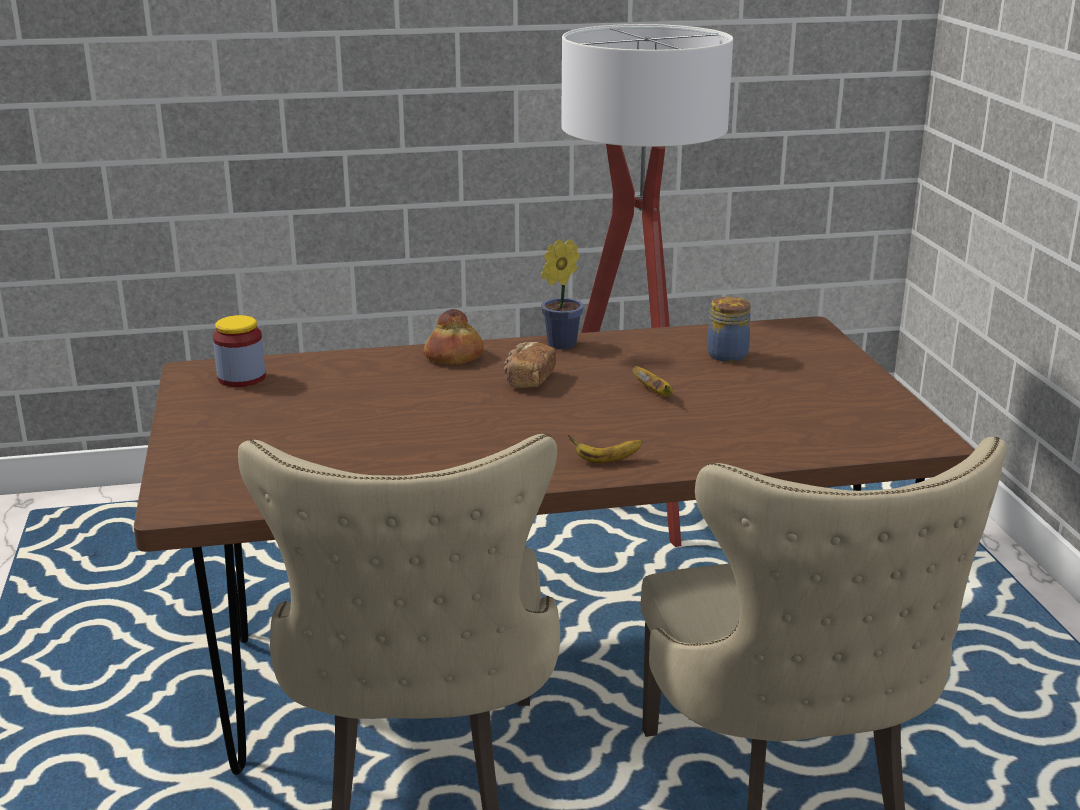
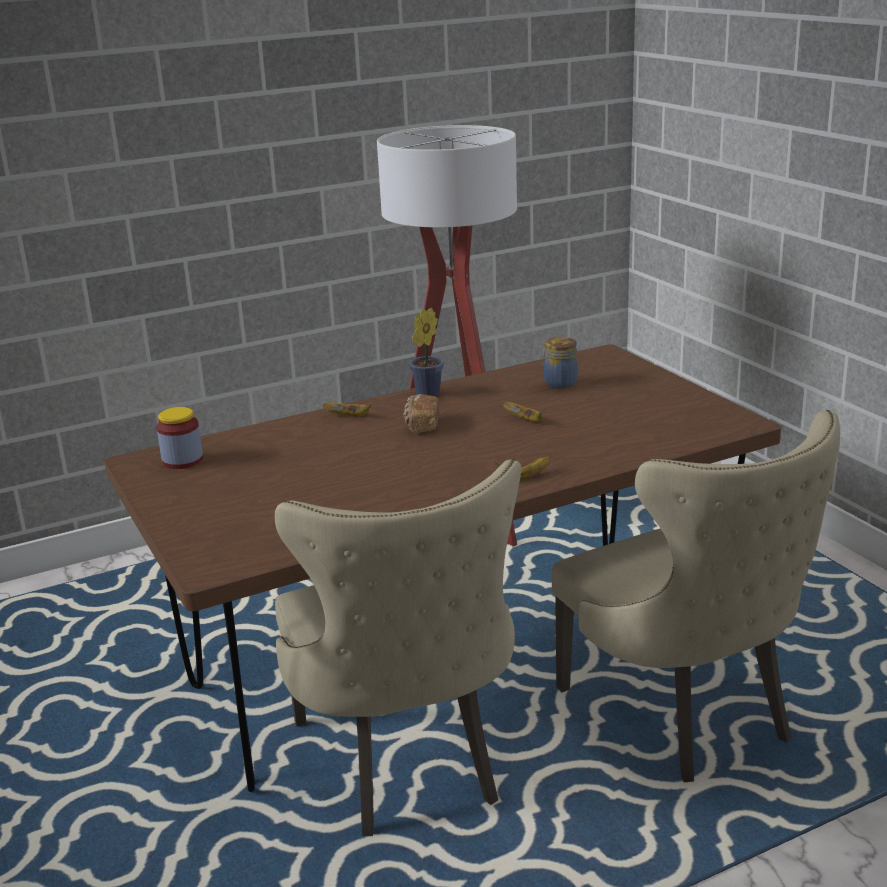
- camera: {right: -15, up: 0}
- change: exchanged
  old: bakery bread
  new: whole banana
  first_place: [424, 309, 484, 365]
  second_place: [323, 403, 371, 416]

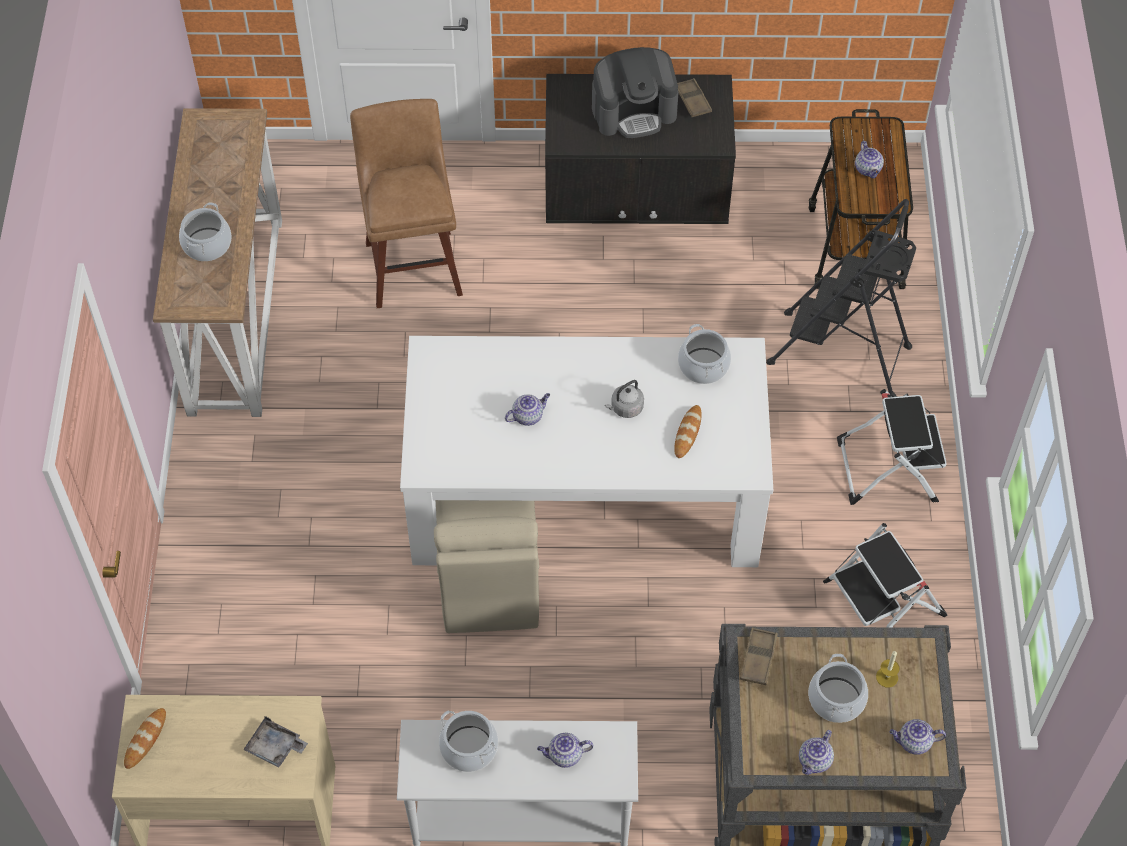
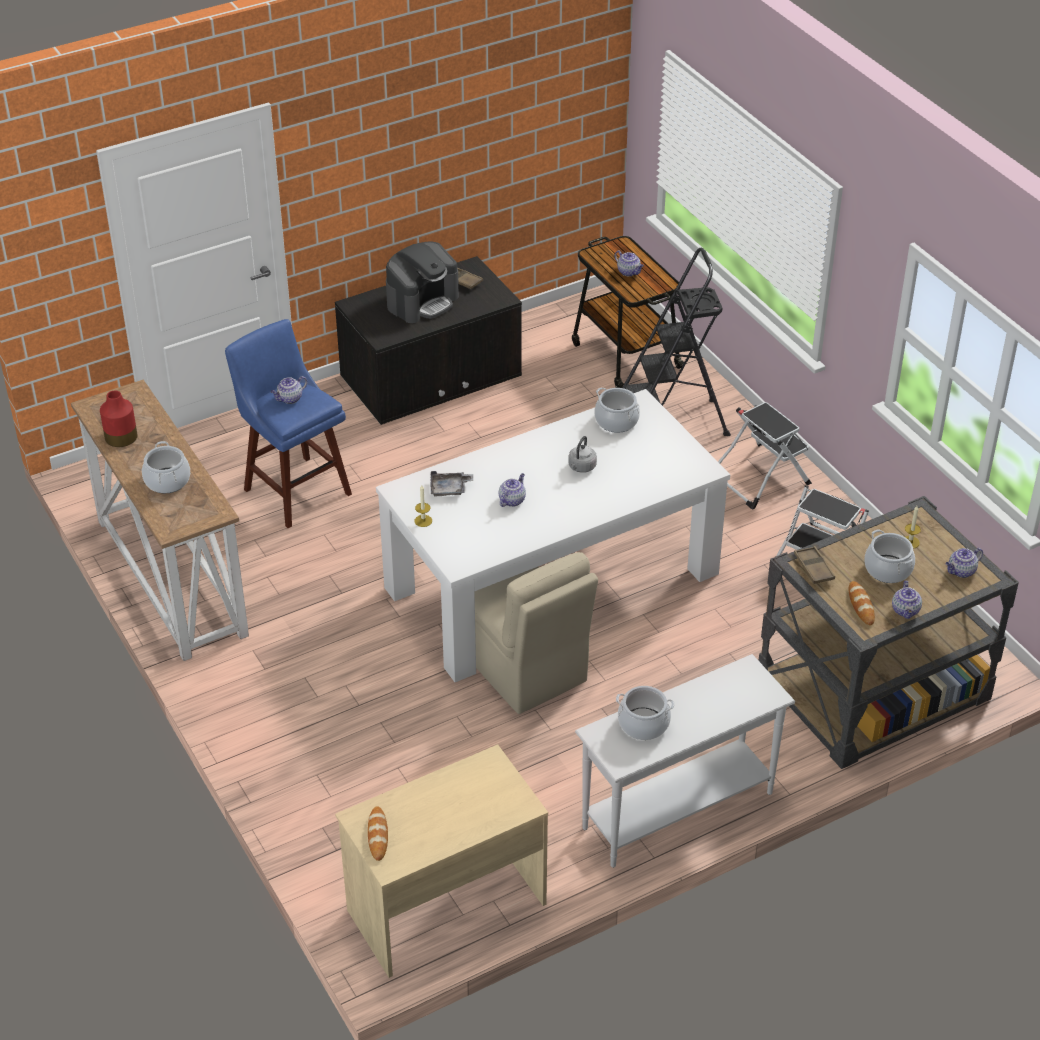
- camera: {right: -30, up: -15}
- change: appeared
  new: flower vase/red-coloured
  second_place: [100, 391, 138, 447]
- change: colour
  old: stool seat/brown
  new: stool seat/bluish
  first_place: [350, 99, 463, 308]
  second_place: [225, 319, 352, 528]
- change: relocated
  old: pot for tea
  first_place: [537, 733, 593, 768]
  second_place: [270, 376, 307, 404]
- change: appeared
  new: wax candle
  second_place: [414, 485, 432, 527]
- change: relocated
  old: carrying tray/gray
  first_place: [243, 716, 308, 768]
  second_place: [431, 471, 473, 496]
- change: relocated
  old: bakery bread
  first_place: [674, 405, 702, 458]
  second_place: [849, 581, 875, 625]

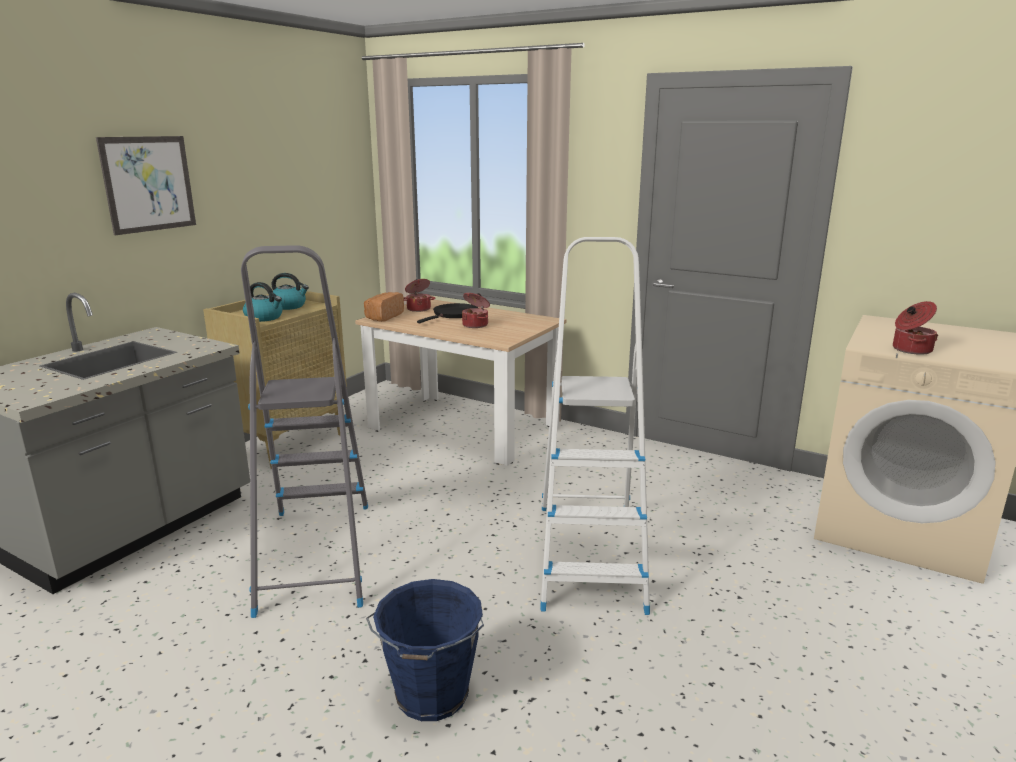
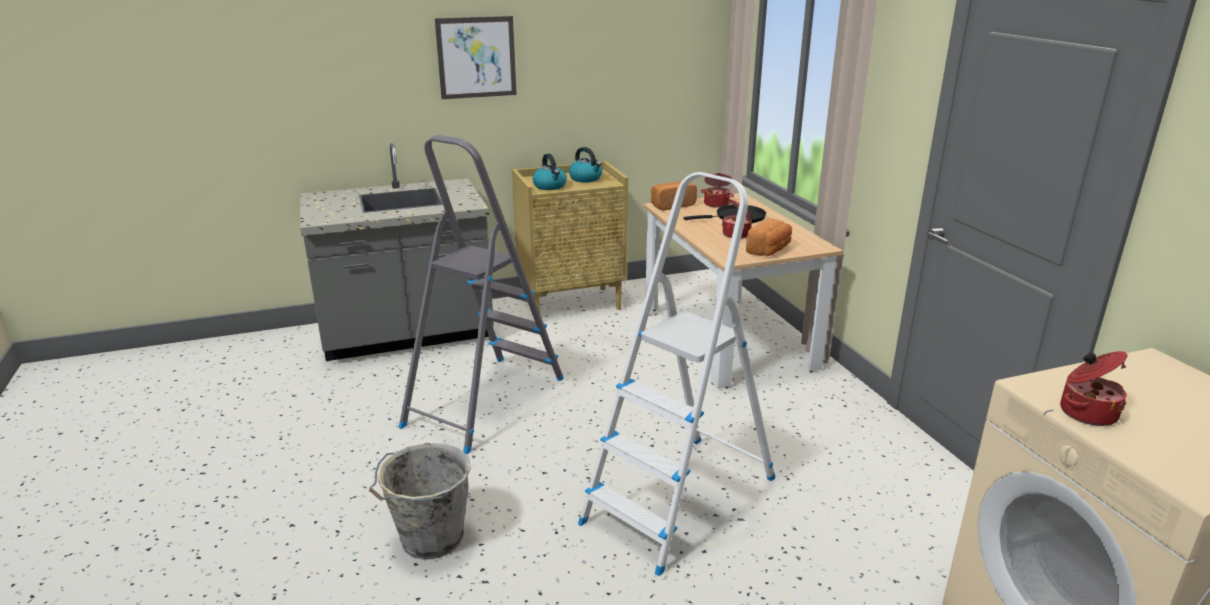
- camera: {right: 40, up: 5}
- change: colour
  old: pail/bluish
  new: pail/gray
  first_place: [366, 579, 484, 721]
  second_place: [369, 443, 471, 560]
- change: appeared
  new: bakery bread
  second_place: [746, 218, 792, 256]

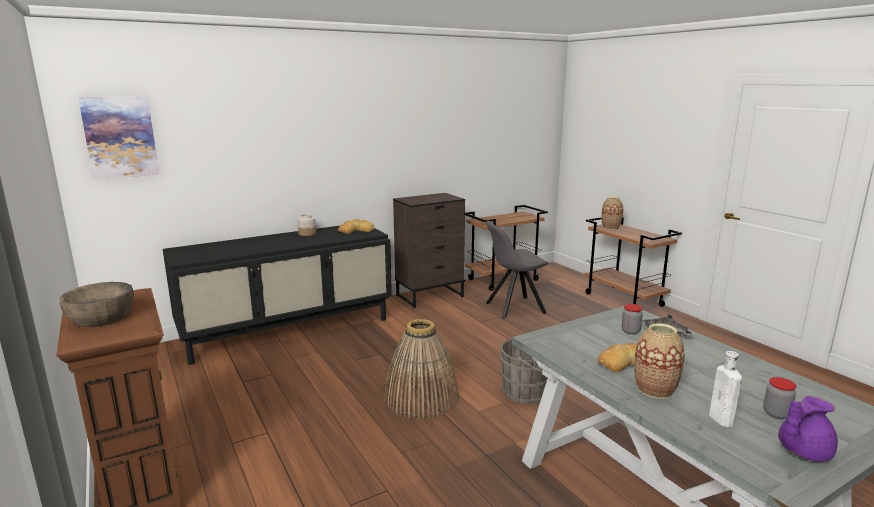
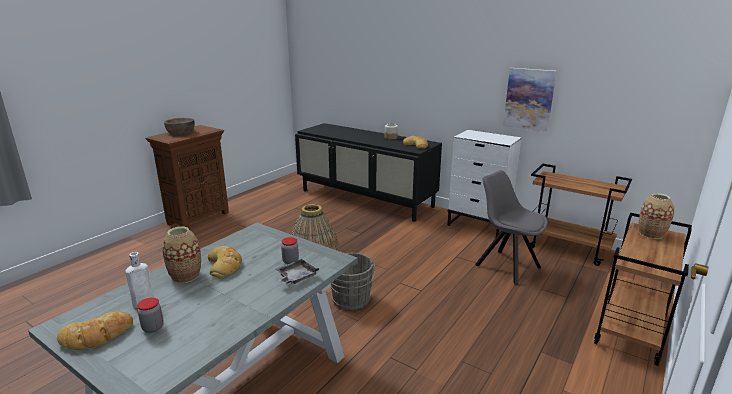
- camera: {right: 65, up: 5}
- change: exchanged
  old: pot for tea/purplish
  new: bakery bread
  first_place: [778, 396, 838, 461]
  second_place: [57, 311, 133, 350]
- change: colour
  old: chest of drawers/brown
  new: chest of drawers/white-coloured
  first_place: [393, 193, 465, 308]
  second_place: [447, 130, 522, 237]
- change: relocated
  old: wall picture
  first_place: [78, 96, 159, 180]
  second_place: [503, 68, 557, 132]

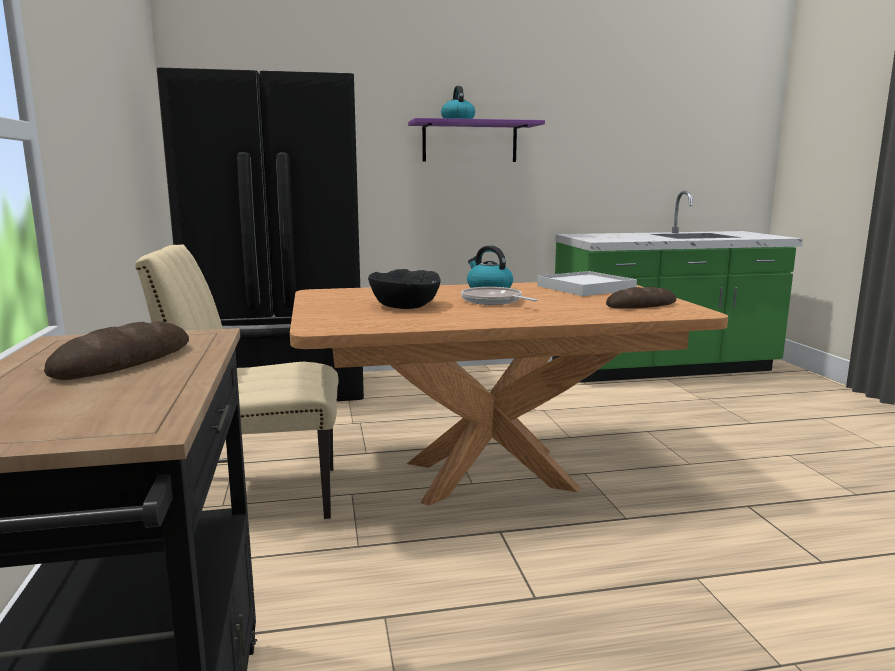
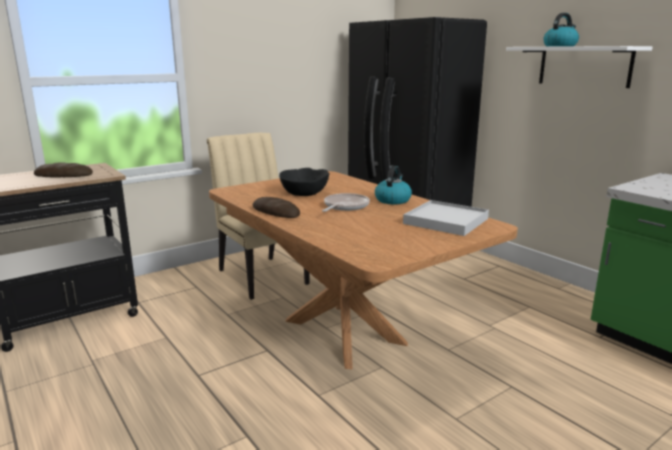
- camera: {right: 65, up: 5}
- change: relocated
  old: bakery bread
  first_place: [606, 287, 676, 309]
  second_place: [253, 197, 300, 218]
- change: colour
  old: bracket shelf/purplish
  new: bracket shelf/white-coloured
  first_place: [408, 118, 545, 162]
  second_place: [506, 46, 652, 88]

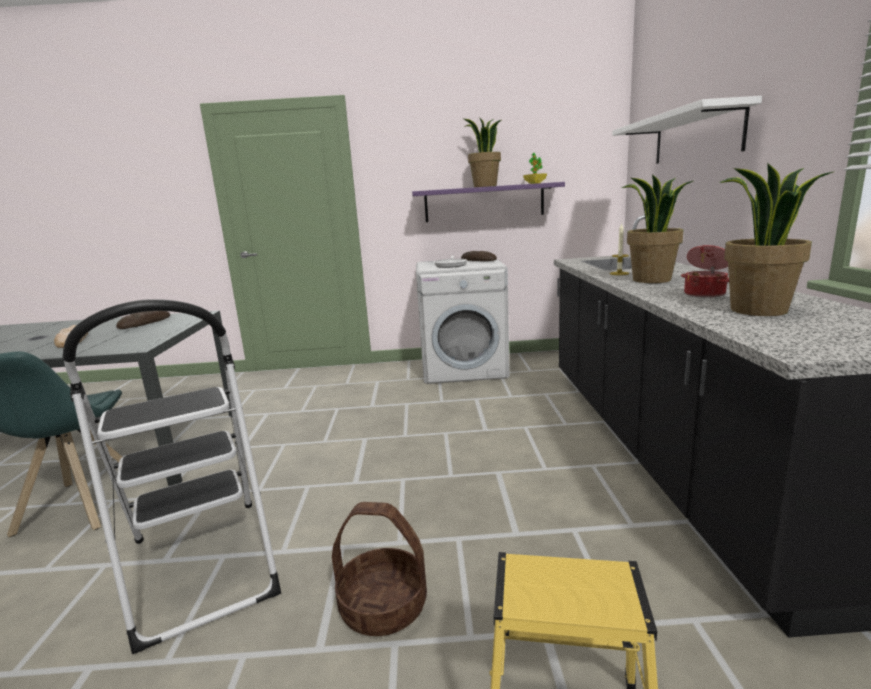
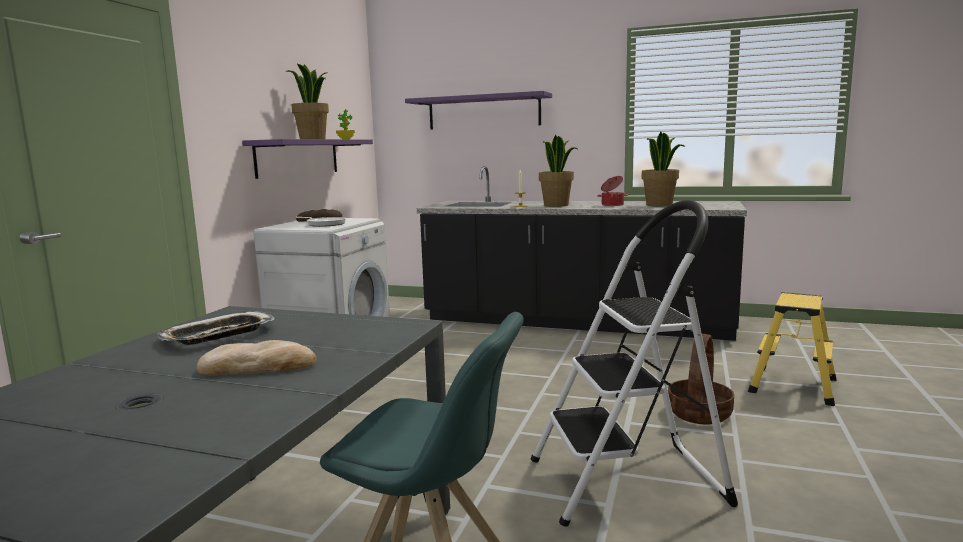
- camera: {right: -70, up: -5}
- change: exchanged
  old: bakery bread
  new: carrying tray
  first_place: [116, 311, 170, 329]
  second_place: [157, 311, 275, 345]
- change: colour
  old: bracket shelf/white-coloured
  new: bracket shelf/purplish
  first_place: [612, 96, 762, 164]
  second_place: [405, 91, 552, 130]

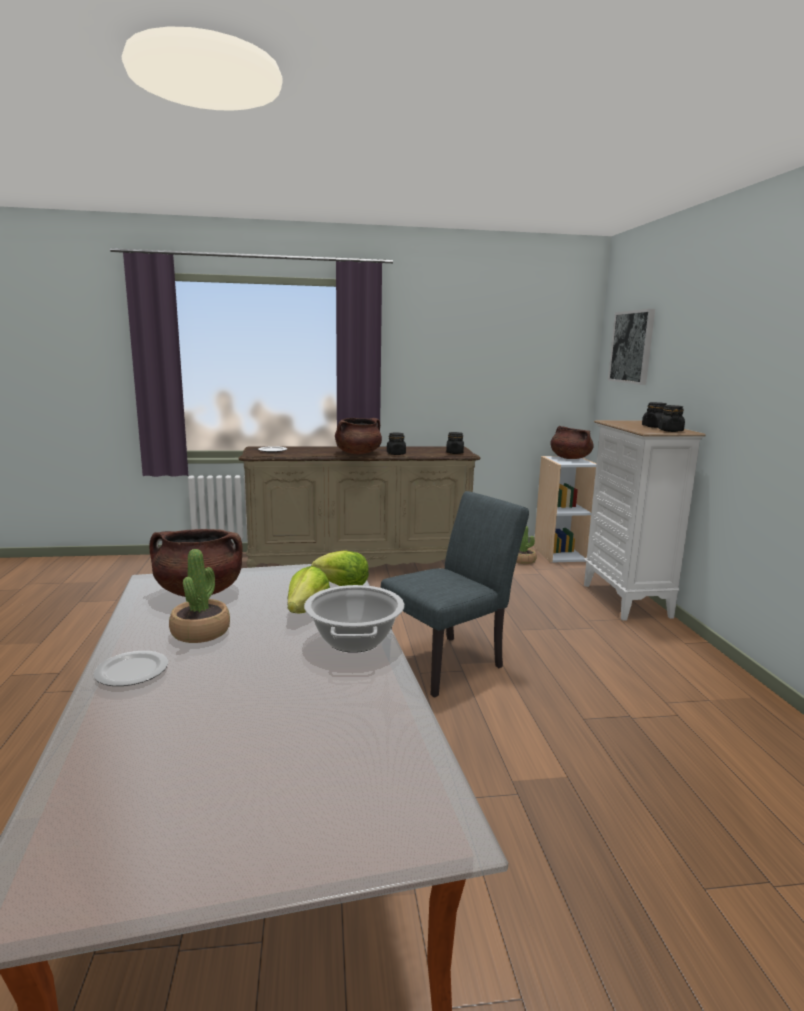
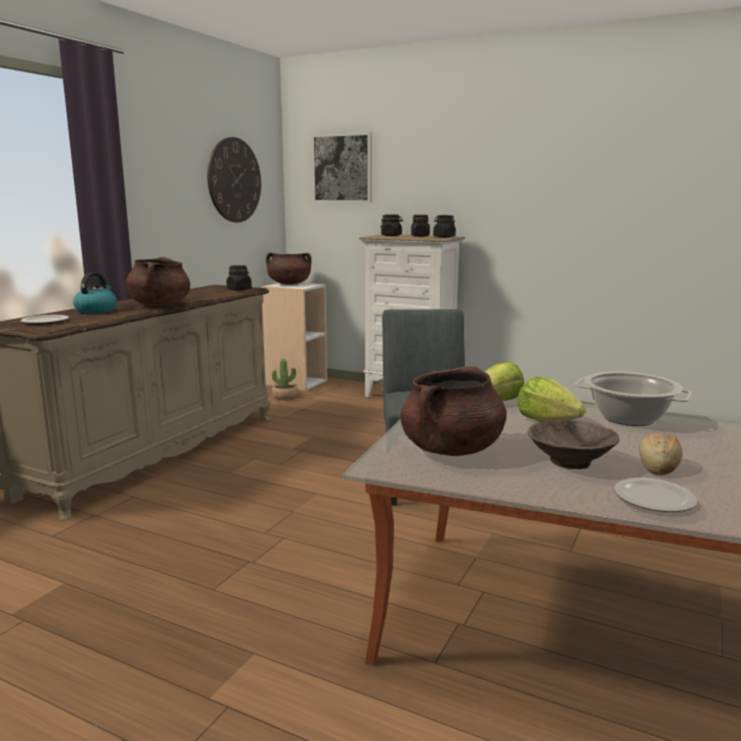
- camera: {right: -55, up: 0}
- change: appeared
  new: kettle
  second_place: [73, 272, 117, 314]
- change: appeared
  new: wall clock
  second_place: [207, 137, 261, 223]
- change: relocated
  old: jar/blackish
  first_place: [387, 433, 406, 455]
  second_place: [381, 215, 403, 236]
- change: exchanged
  old: houseplant
  new: bowl/brown
  first_place: [169, 549, 230, 643]
  second_place: [527, 420, 619, 469]
- change: appeared
  new: bakery bread
  second_place: [639, 433, 683, 475]

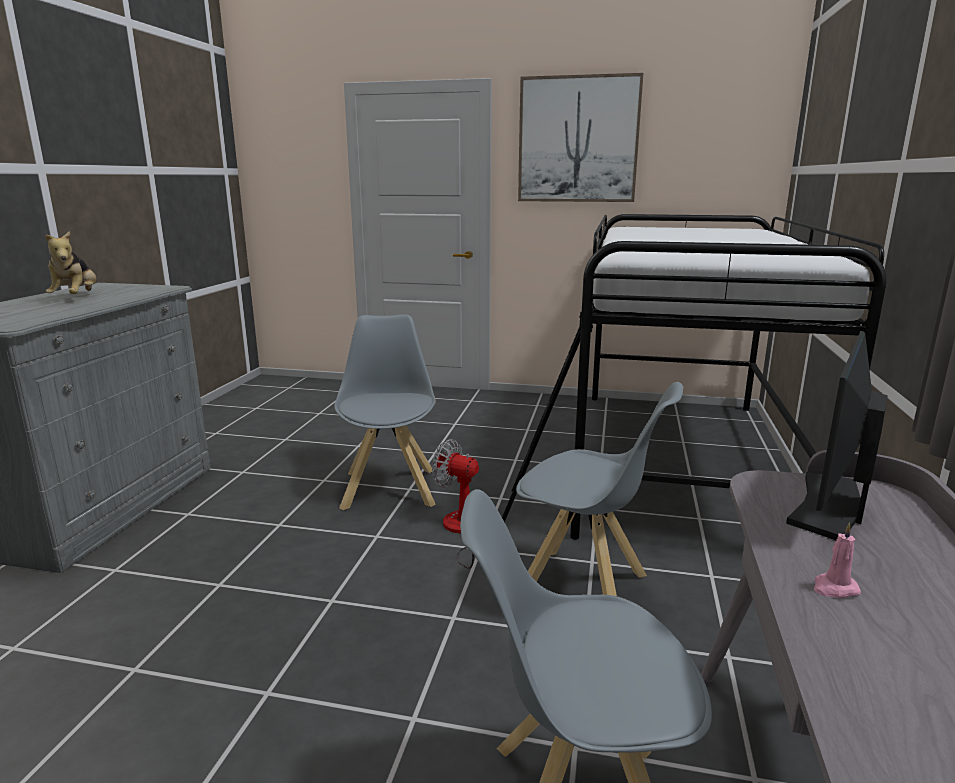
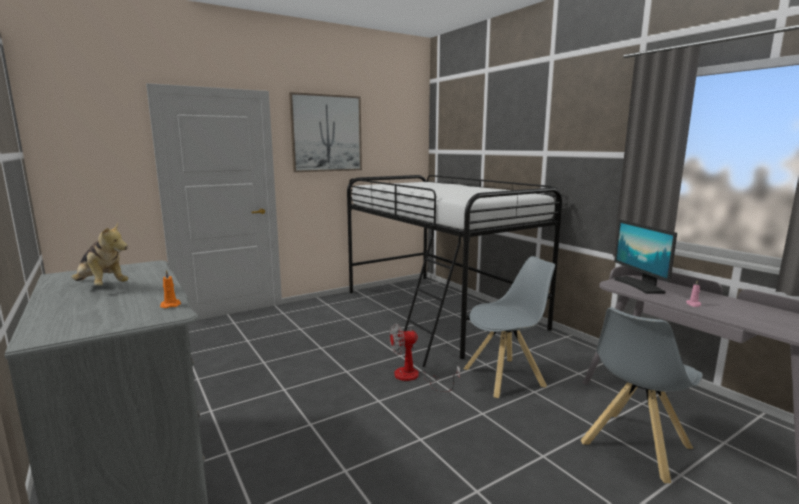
- camera: {right: -45, up: -5}
- change: appeared
  new: wax candle/orangey
  second_place: [160, 270, 181, 308]
- change: missing
  old: chair/gray
  first_place: [334, 314, 436, 510]

